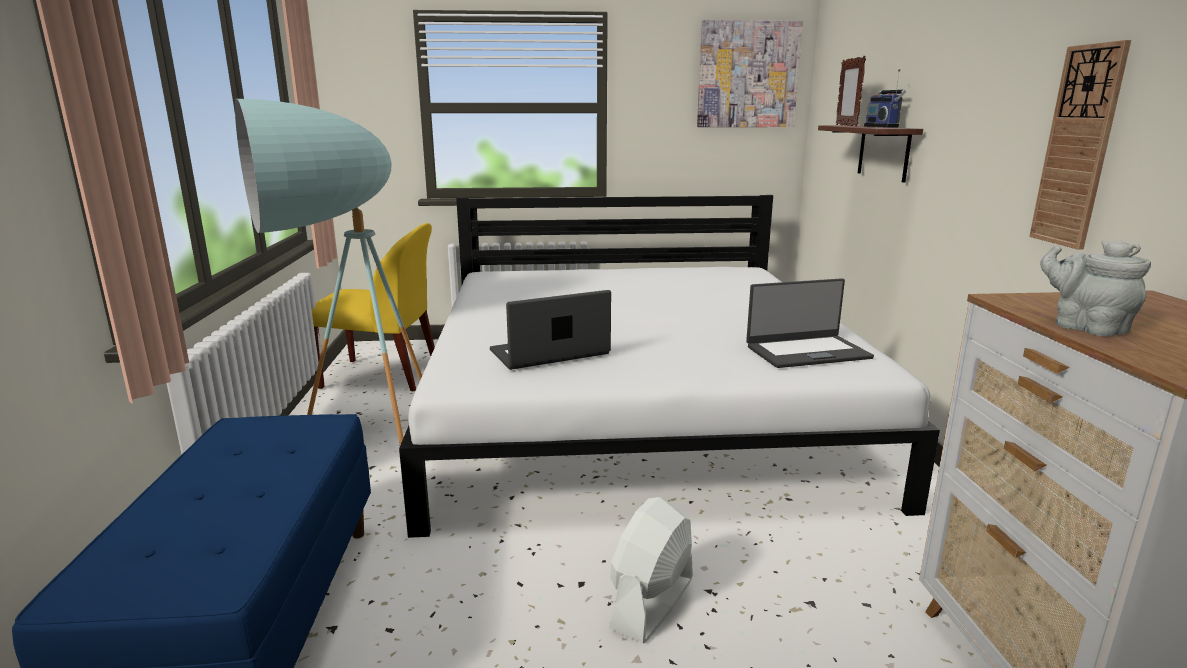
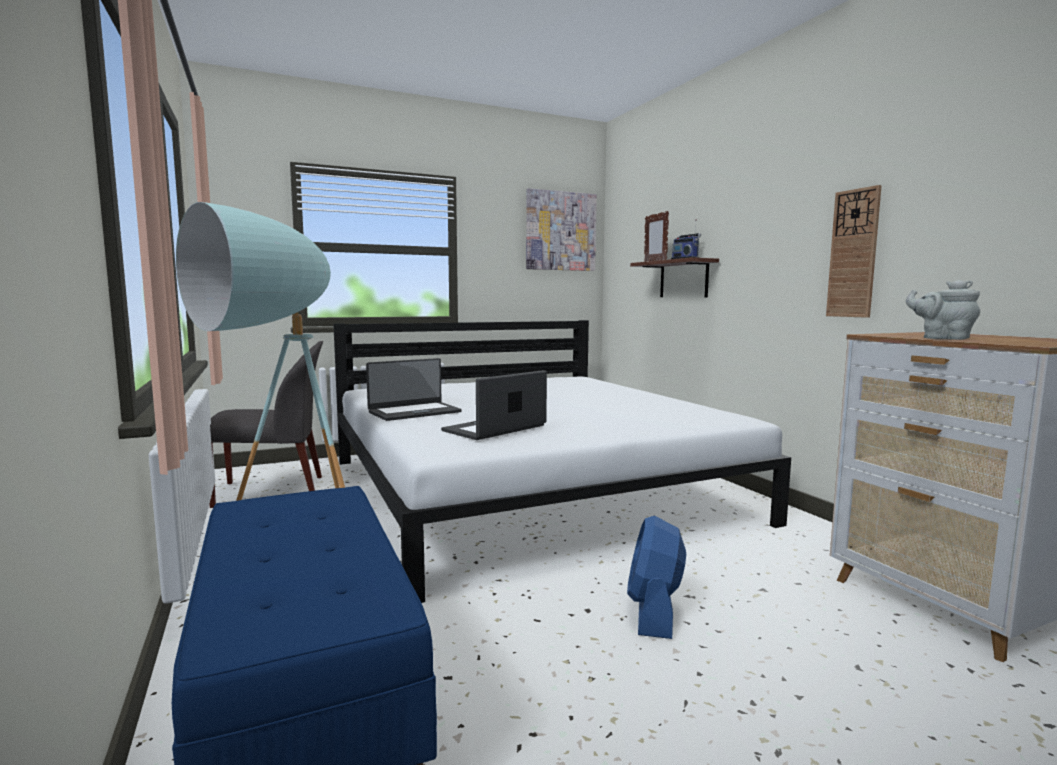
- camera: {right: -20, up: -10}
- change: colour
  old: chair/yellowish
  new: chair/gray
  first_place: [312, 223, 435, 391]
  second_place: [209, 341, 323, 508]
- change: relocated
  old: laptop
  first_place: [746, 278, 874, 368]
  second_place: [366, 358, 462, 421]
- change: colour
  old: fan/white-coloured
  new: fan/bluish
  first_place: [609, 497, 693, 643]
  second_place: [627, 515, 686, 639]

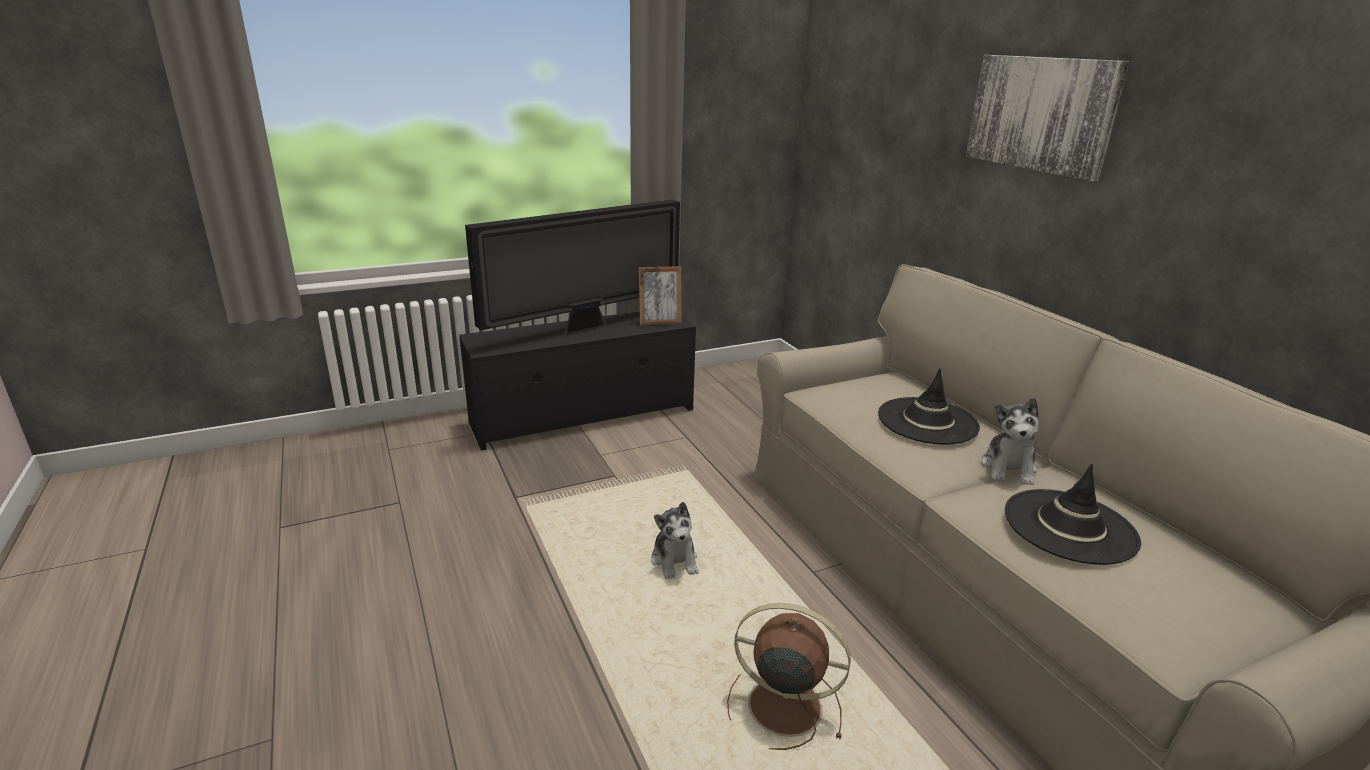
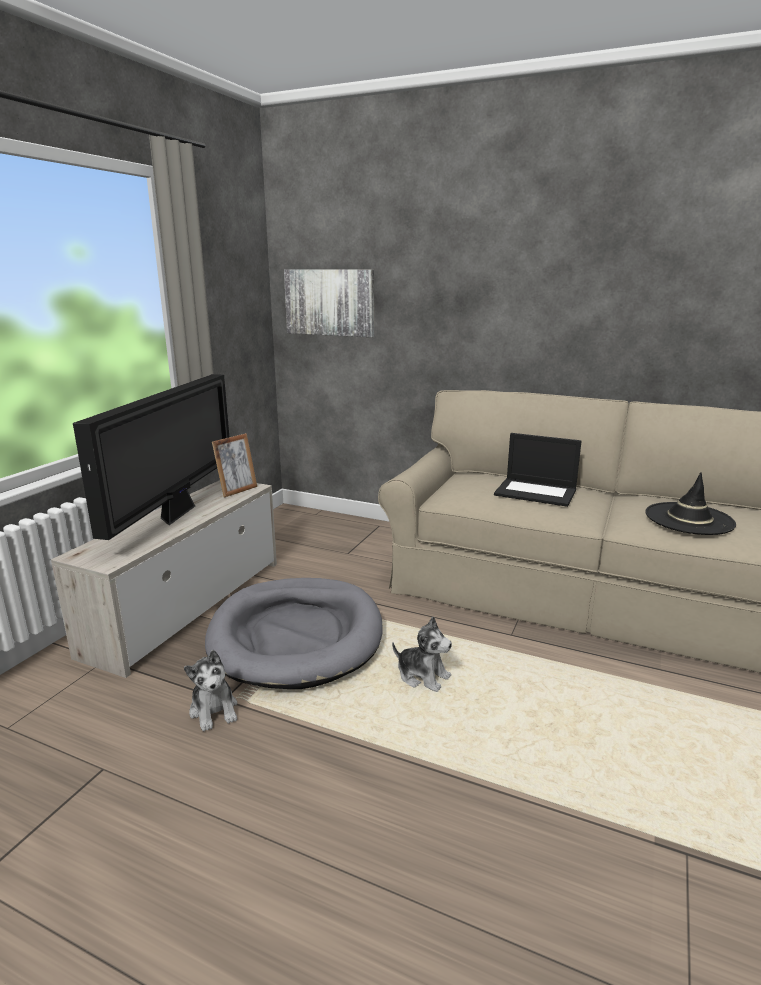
- camera: {right: -40, up: -5}
- change: colour
  old: tv stand/blackish
  new: tv stand/white-coloured
  first_place: [459, 311, 696, 451]
  second_place: [51, 480, 277, 678]
- change: relocated
  old: soft toy
  first_place: [981, 398, 1039, 485]
  second_place: [184, 650, 237, 731]
- change: appeared
  new: dog cushion/gray
  second_place: [205, 578, 383, 689]
- change: relocated
  old: wall picture
  first_place: [966, 55, 1130, 181]
  second_place: [284, 269, 374, 337]
- change: exchanged
  old: wearable hat/blackish
  new: laptop
  first_place: [878, 368, 980, 445]
  second_place: [494, 433, 582, 507]
- change: missing
  old: fan/brown
  first_place: [727, 603, 851, 750]

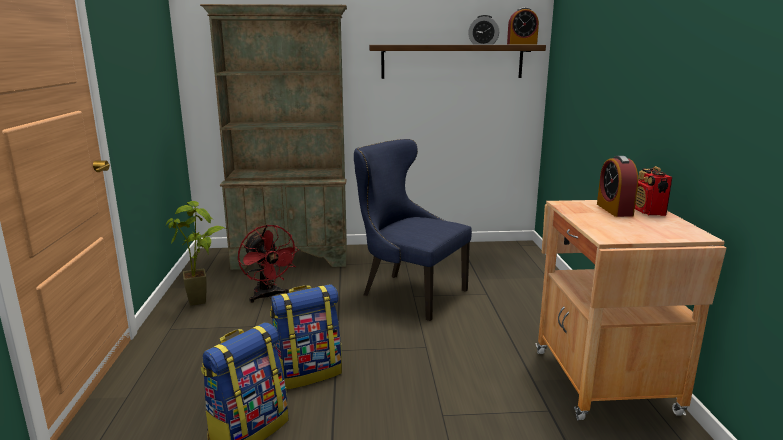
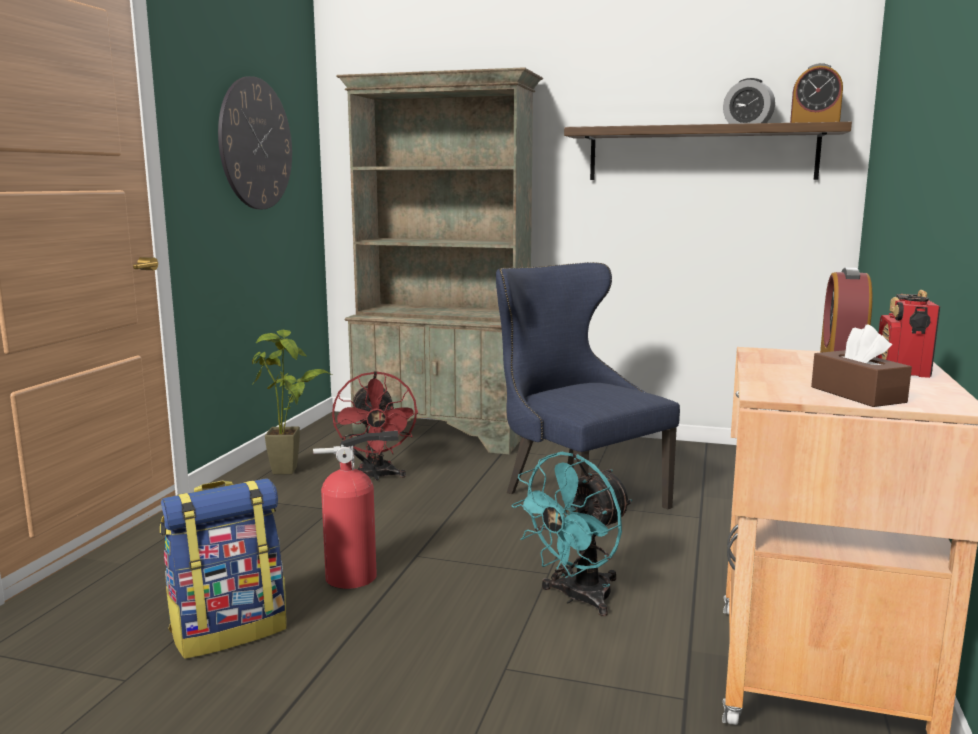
- camera: {right: 20, up: -5}
- change: appeared
  new: wall clock
  second_place: [218, 76, 292, 209]
- change: exchanged
  old: knapsack
  new: fire extinguisher
  first_place: [270, 284, 342, 390]
  second_place: [313, 431, 398, 589]
- change: appeared
  new: fan/turquoise
  second_place: [511, 452, 632, 616]
- change: appeared
  new: box of tissues/brown
  second_place: [811, 324, 912, 407]

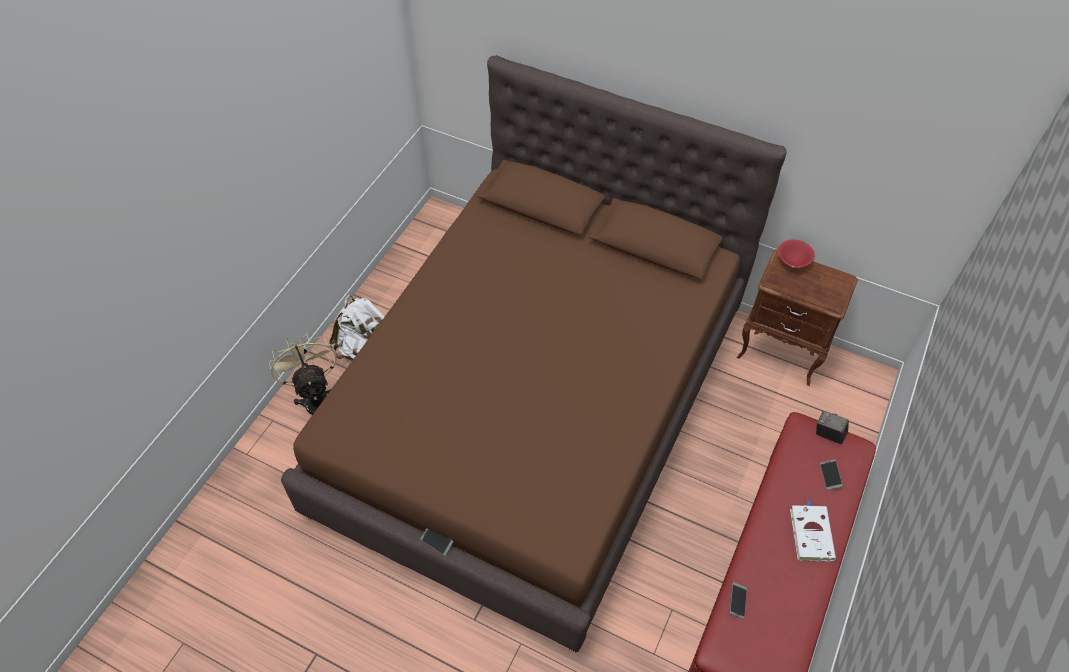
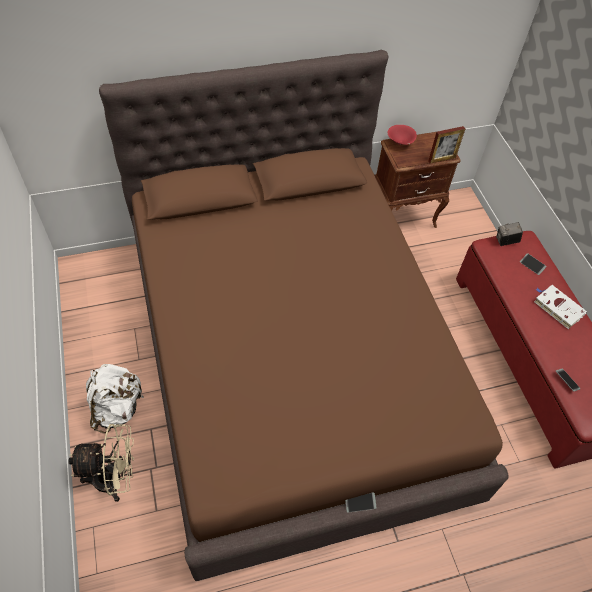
- camera: {right: -45, up: 0}
- change: spun
  old: fan/sand-coloured
  first_place: [269, 333, 337, 415]
  second_place: [69, 424, 135, 502]
  degrees: 150
- change: appeared
  new: standing frame
  second_place: [428, 126, 465, 164]

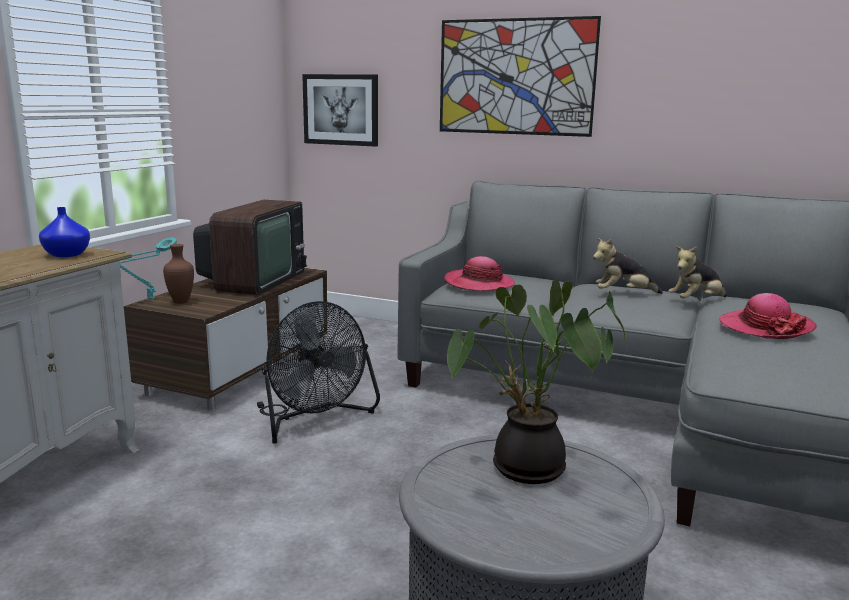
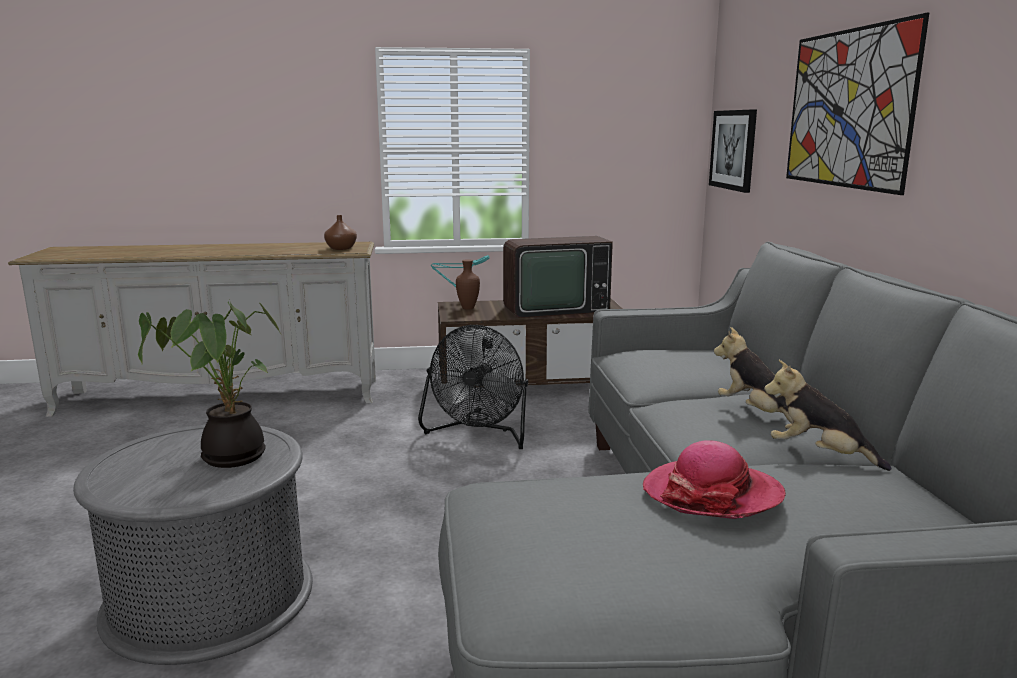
- camera: {right: 60, up: 0}
- change: colour
  old: flower vase/bluish
  new: flower vase/brown
  first_place: [39, 207, 90, 257]
  second_place: [324, 215, 357, 250]
- change: missing
  old: wearable hat
  first_place: [444, 256, 515, 291]

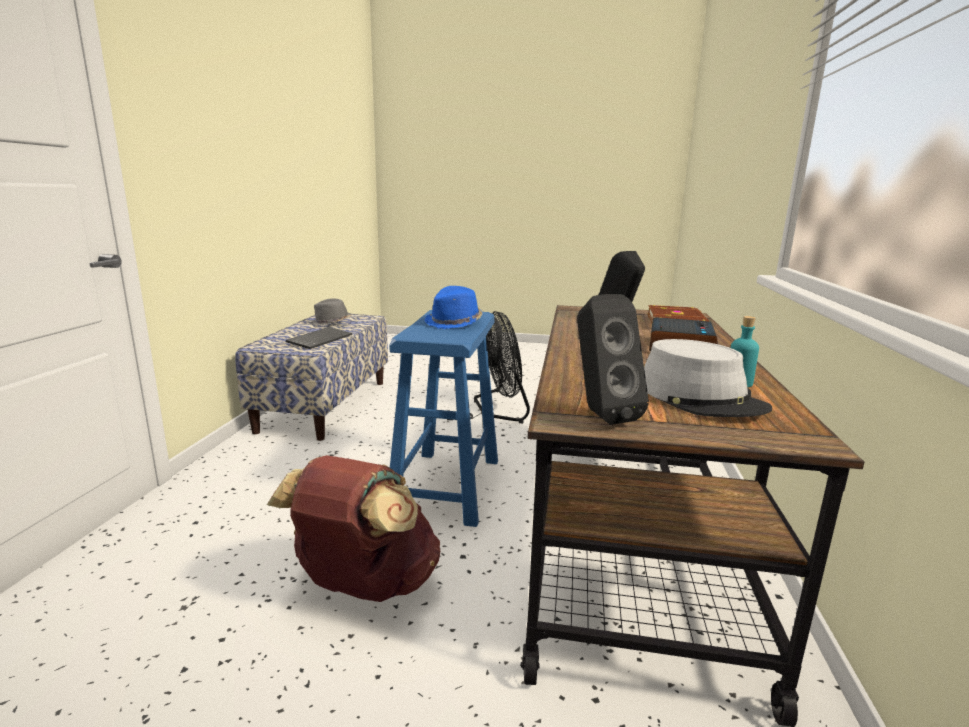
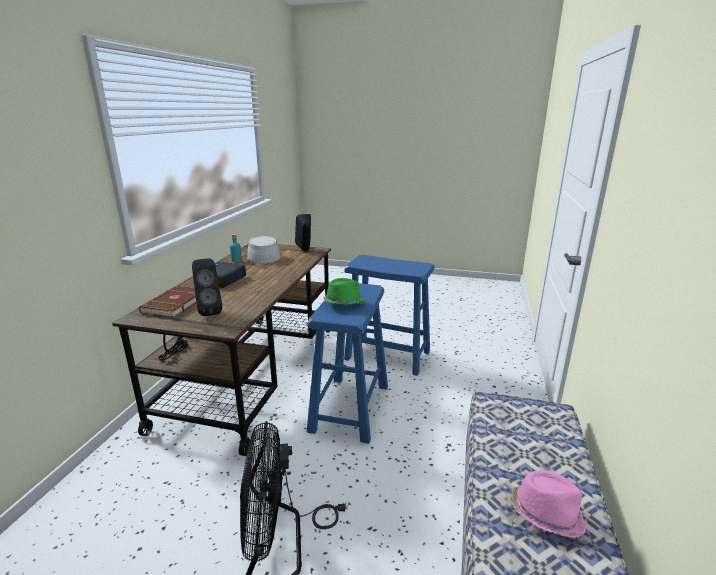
- camera: {right: -175, up: 5}
- change: colour
  old: wearable hat/bluish
  new: wearable hat/green
  first_place: [424, 286, 483, 329]
  second_place: [323, 278, 366, 305]
- change: exchanged
  old: knapsack/brown
  new: stool seat/bluish
  first_place: [267, 455, 441, 602]
  second_place: [344, 255, 434, 376]
- change: colour
  old: wearable hat/gray
  new: wearable hat/pink-coloured
  first_place: [311, 298, 352, 325]
  second_place: [510, 470, 586, 538]
- change: missing
  old: keyboard
  first_place: [286, 327, 352, 349]

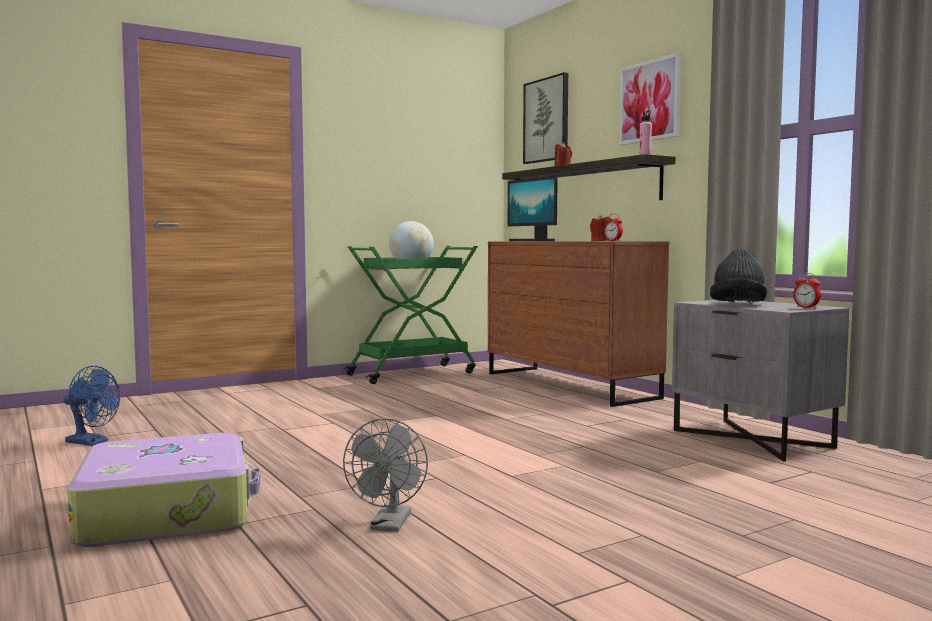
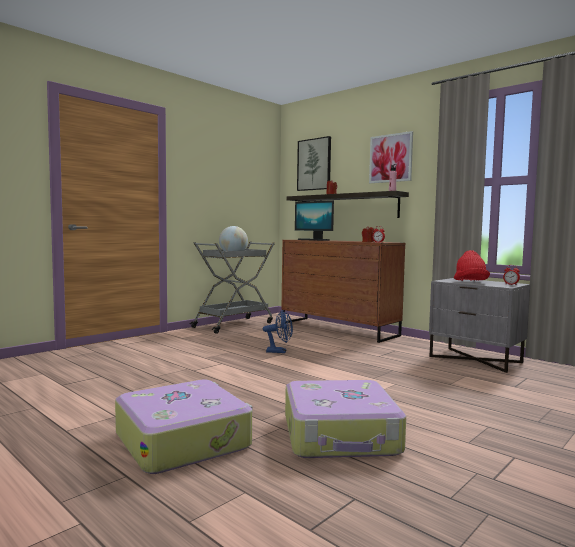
- camera: {right: -15, up: 0}
- change: colour
  old: wheeled cart/green
  new: wheeled cart/gray
  first_place: [343, 246, 478, 384]
  second_place: [190, 242, 275, 334]
- change: relocated
  old: fan/bluish
  first_place: [63, 366, 120, 446]
  second_place: [263, 310, 293, 353]
- change: exchanged
  old: fan/gray
  new: piece of luggage
  first_place: [343, 418, 428, 532]
  second_place: [285, 380, 406, 458]
- change: colour
  old: wearable hat/blackish
  new: wearable hat/red-coloured
  first_place: [710, 249, 767, 302]
  second_place: [454, 250, 490, 281]

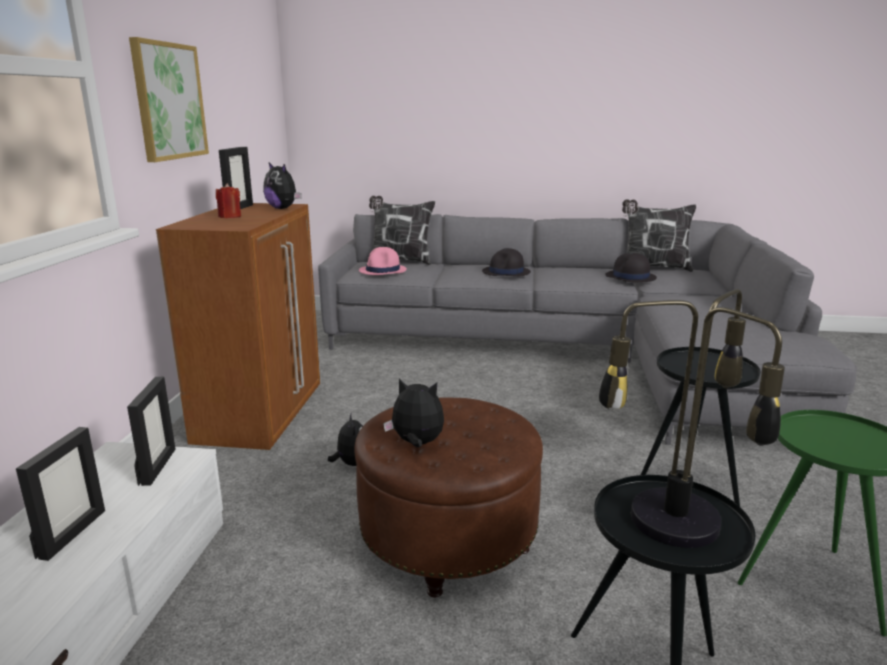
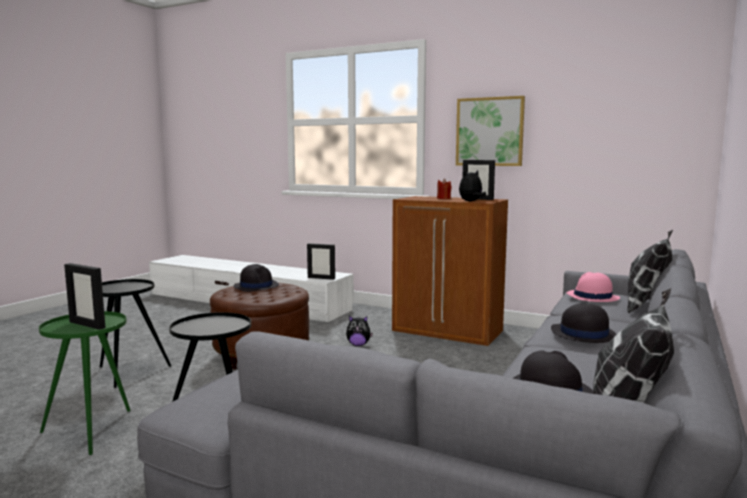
- camera: {right: 110, up: -10}
- change: relocated
  old: standing frame
  first_place: [16, 427, 105, 561]
  second_place: [64, 263, 106, 330]
- change: exchanged
  old: soft toy
  new: wearable hat/blackish
  first_place: [383, 378, 444, 448]
  second_place: [234, 264, 279, 292]
- change: missing
  old: tabletop lamp
  first_place: [599, 289, 785, 548]

